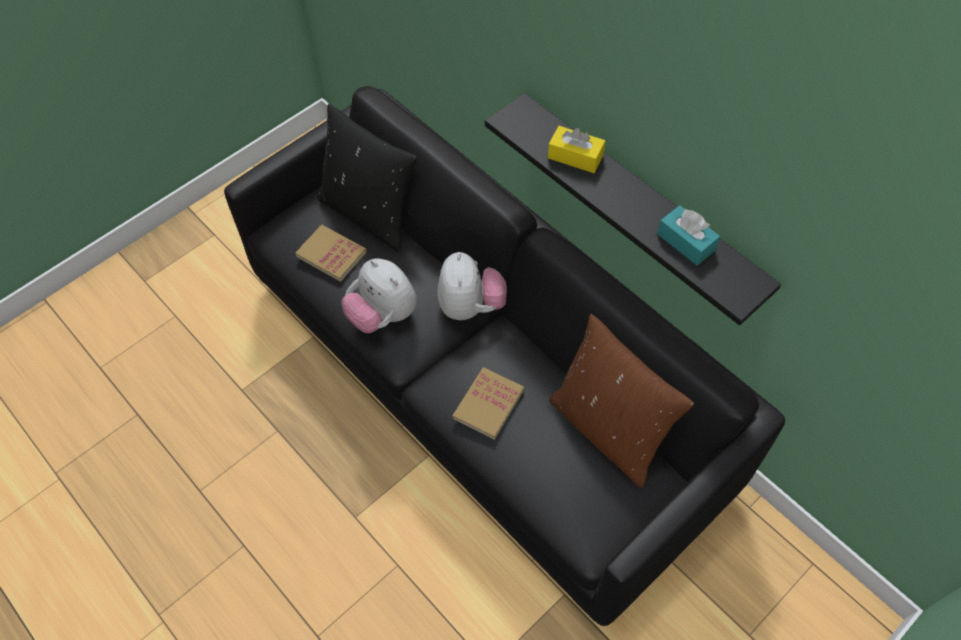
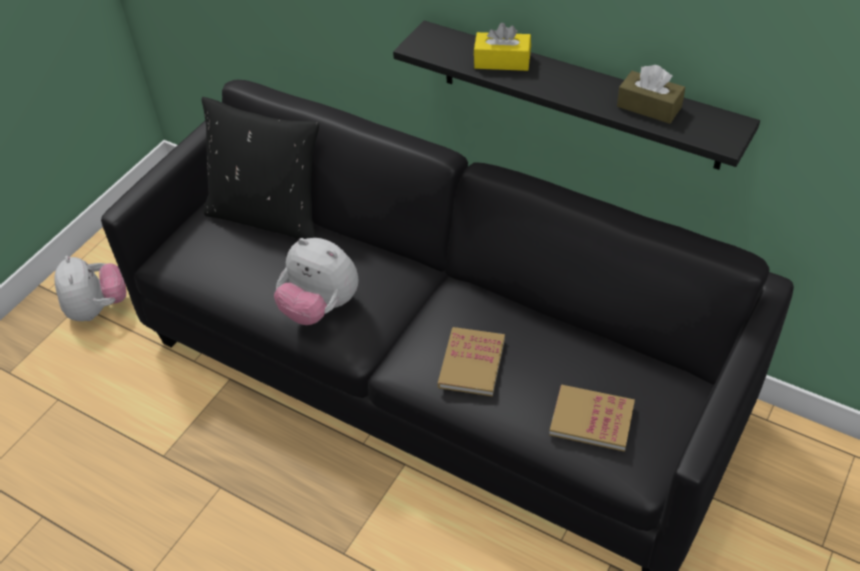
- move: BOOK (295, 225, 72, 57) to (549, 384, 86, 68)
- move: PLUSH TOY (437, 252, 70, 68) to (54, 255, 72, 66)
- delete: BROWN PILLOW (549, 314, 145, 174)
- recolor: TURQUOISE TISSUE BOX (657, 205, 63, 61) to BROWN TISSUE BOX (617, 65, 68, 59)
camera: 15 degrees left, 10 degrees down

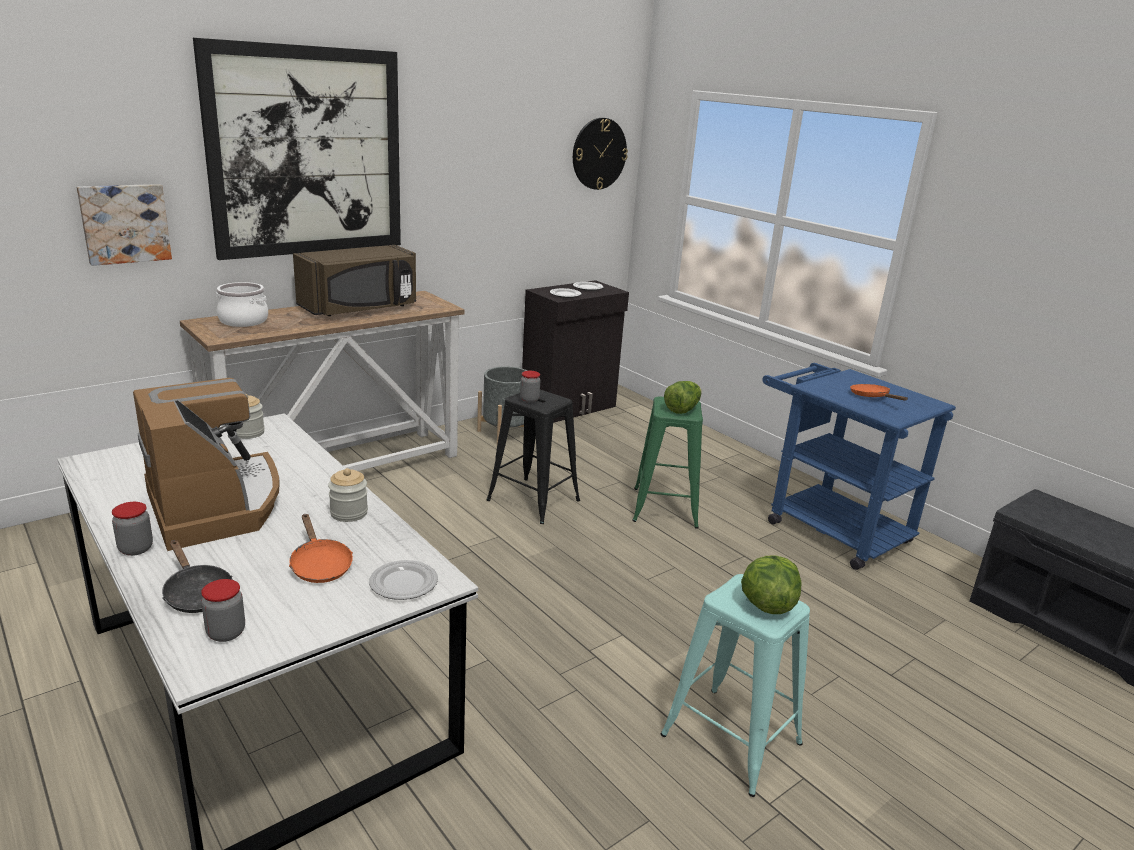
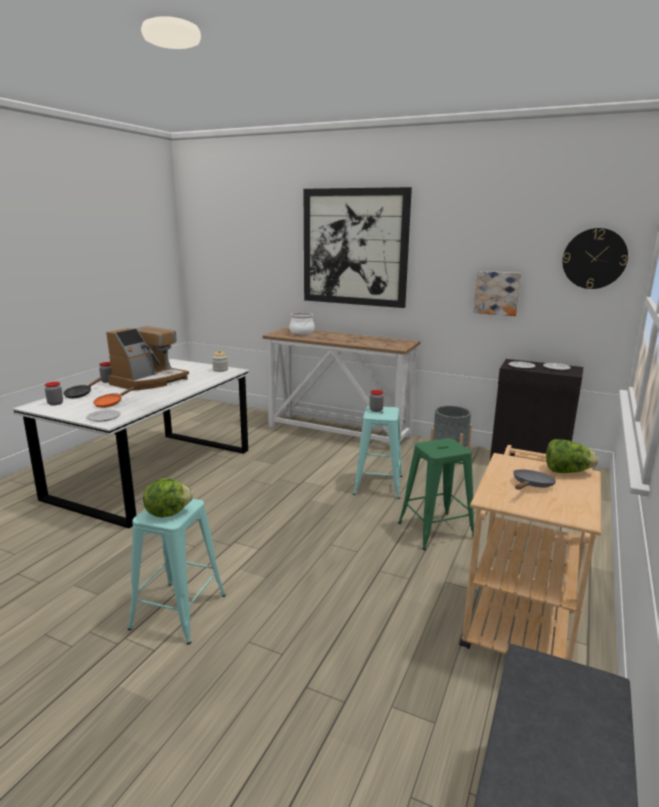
- move: PICTURE (77, 184, 95, 82) to (473, 271, 48, 45)
- delete: BROWN MICROWAVE (293, 245, 123, 71)
- delete: JAR (328, 468, 40, 54)
- recolor: BLACK STOOL (486, 390, 94, 134) to TURQUOISE STOOL (353, 406, 49, 93)
- move: LETTUCE (664, 381, 38, 33) to (546, 439, 52, 34)
- recolor: BLUE CART (763, 363, 193, 207) to BEIGE CART (459, 445, 142, 216)
- recolor: ORANGE FRYING PAN (850, 384, 58, 17) to GREY FRYING PAN (513, 469, 43, 21)
camera: 65 degrees right, 5 degrees down

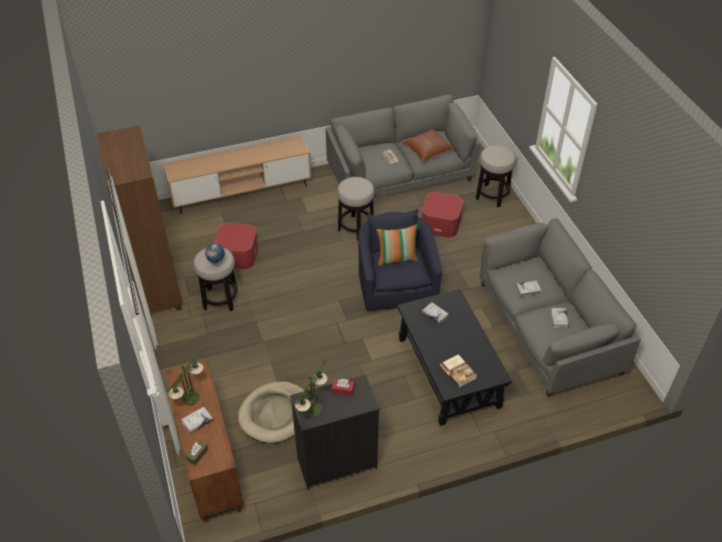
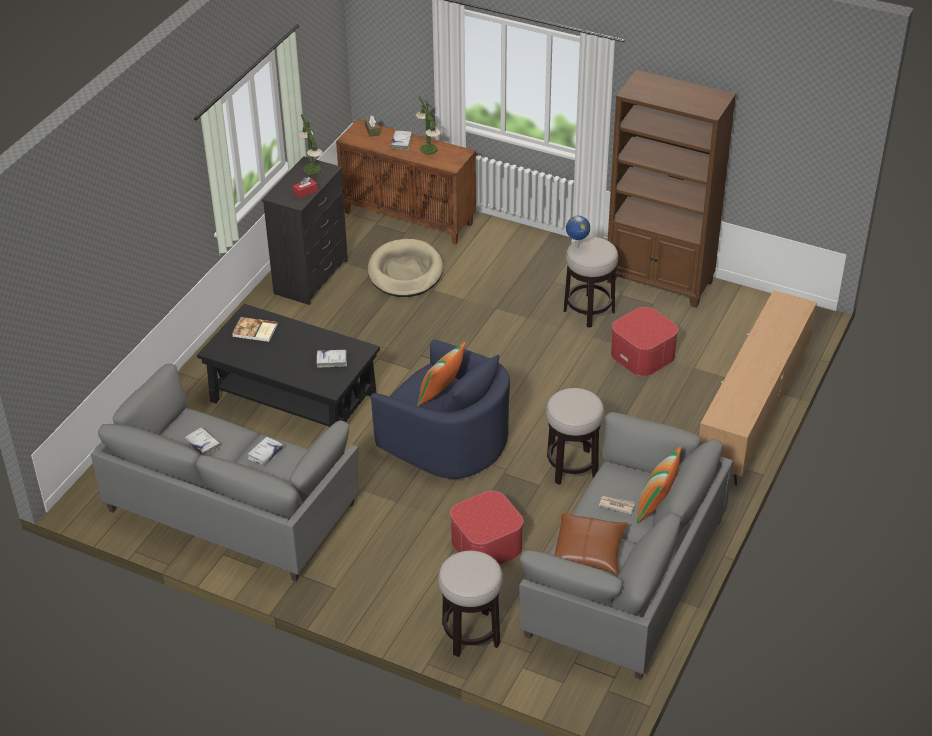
- insert: PILLOW (637, 447, 44, 76)
camera: 135 degrees right, 5 degrees down

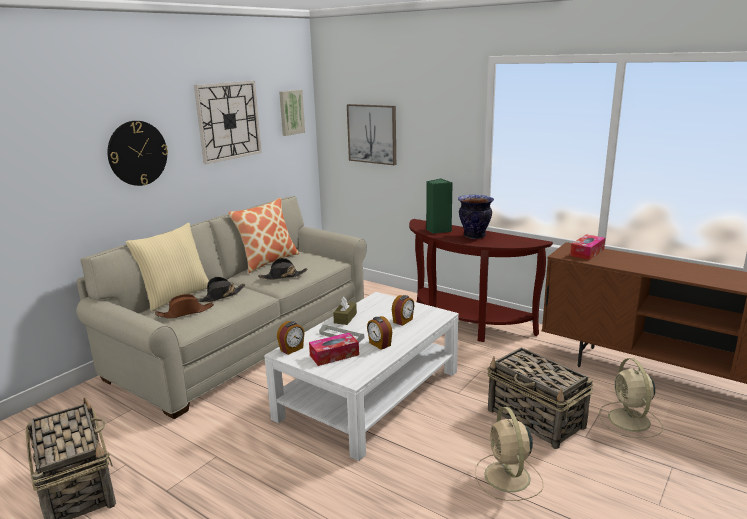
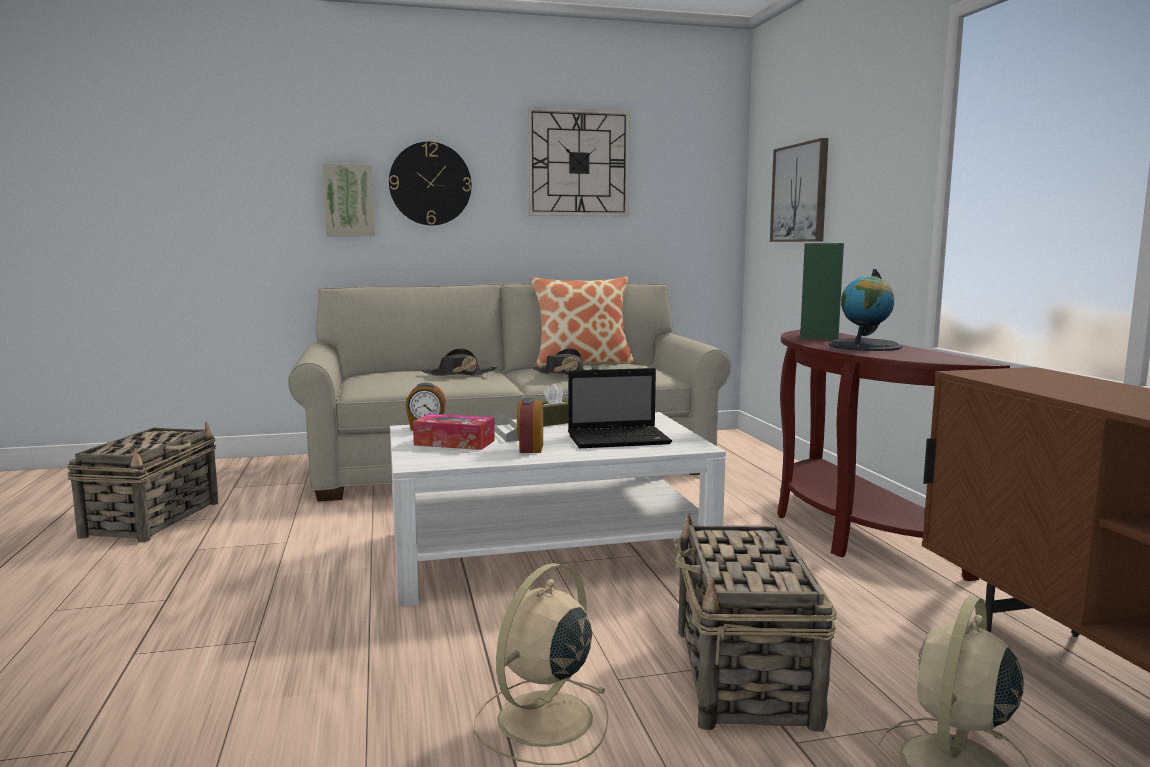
- delete: BEIGE PILLOW (126, 223, 83, 88)
- delete: BROWN HAT (155, 294, 59, 24)
- move: PICTURE (279, 90, 26, 46) to (322, 163, 53, 73)
- replace: ALARM CLOCK (392, 295, 22, 31) to LAPTOP (568, 368, 104, 80)
- replace: VASE (458, 195, 36, 44) to GLOBE (828, 269, 74, 82)
- delete: TISSUE BOX (570, 234, 35, 26)
camera: 40 degrees right, 10 degrees down

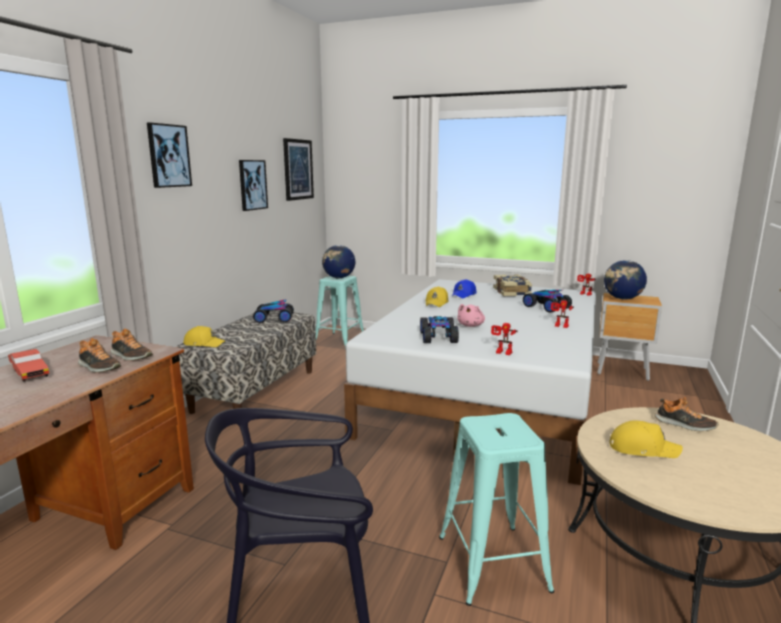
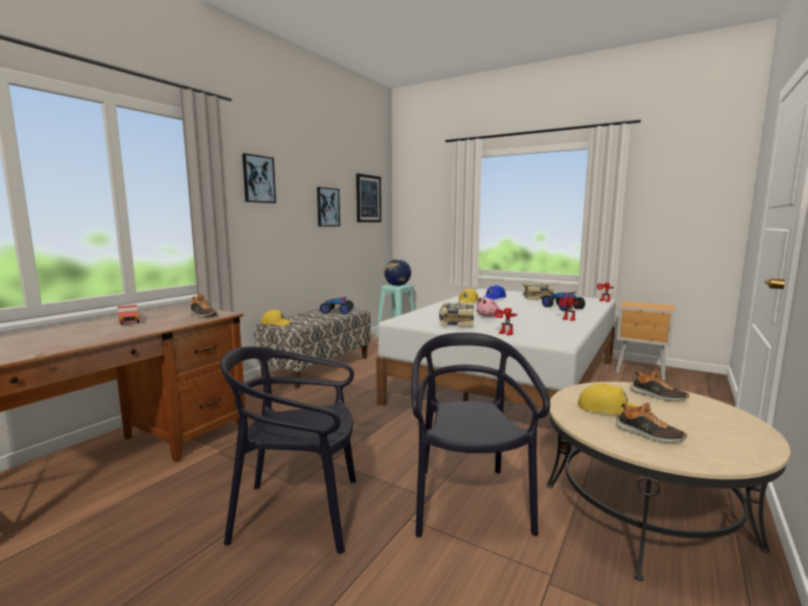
- move: SHOE (78, 338, 43, 34) to (616, 403, 71, 40)
- replace: TOY CAR (420, 316, 39, 27) to BOOK (439, 302, 35, 25)
- replace: TURQUOISE STOOL (439, 413, 115, 193) to BLACK CHAIR (411, 333, 139, 204)
- delete: GLOBE (604, 260, 43, 39)
camera: 10 degrees right, 5 degrees down

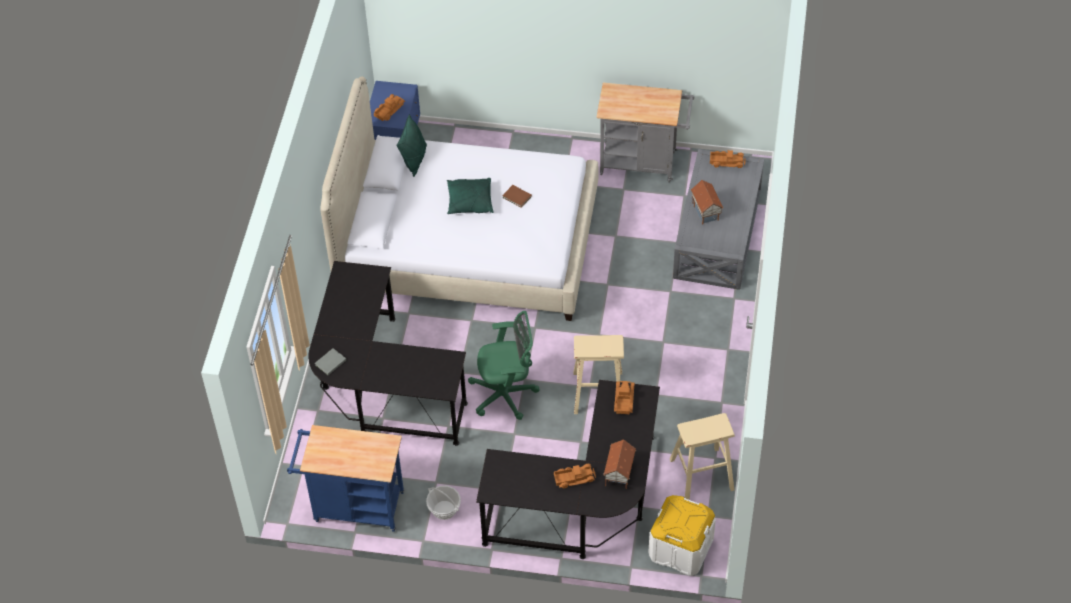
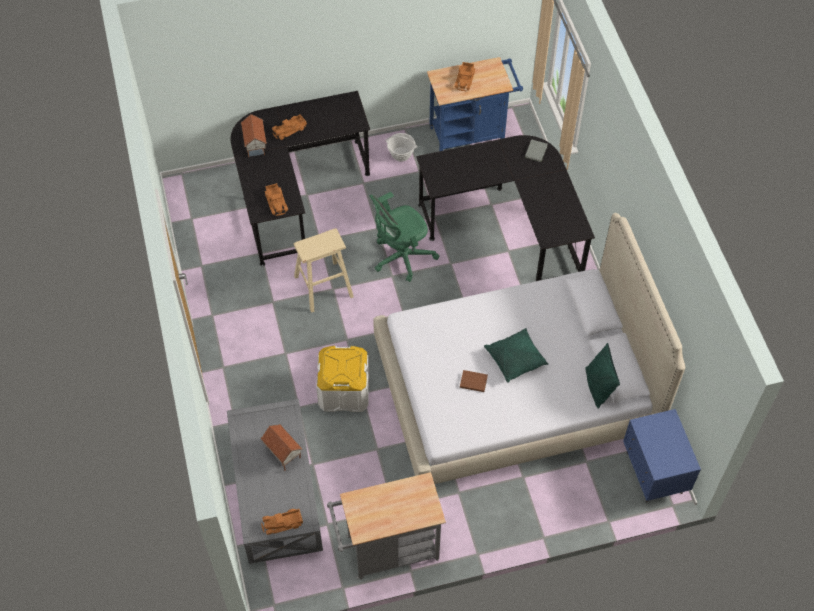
- move: TOY TRUCK (374, 94, 31, 27) to (454, 62, 21, 29)
- move: WHITE STORAGE BOX (648, 495, 68, 81) to (316, 346, 53, 66)
- delete: BEIGE STOOL (670, 413, 65, 87)
camera: 155 degrees right, 5 degrees up

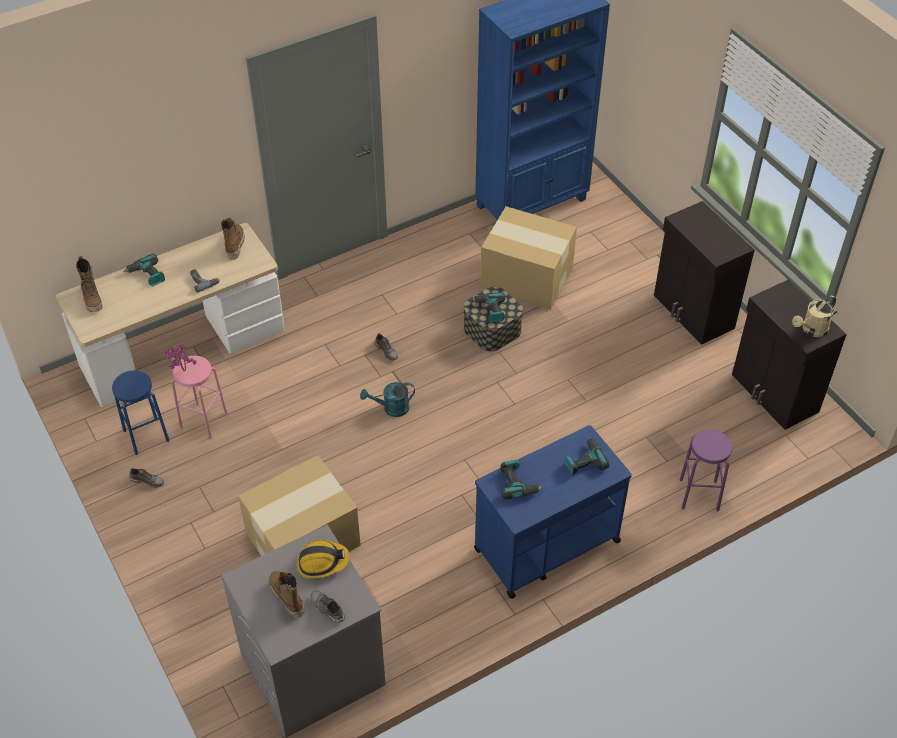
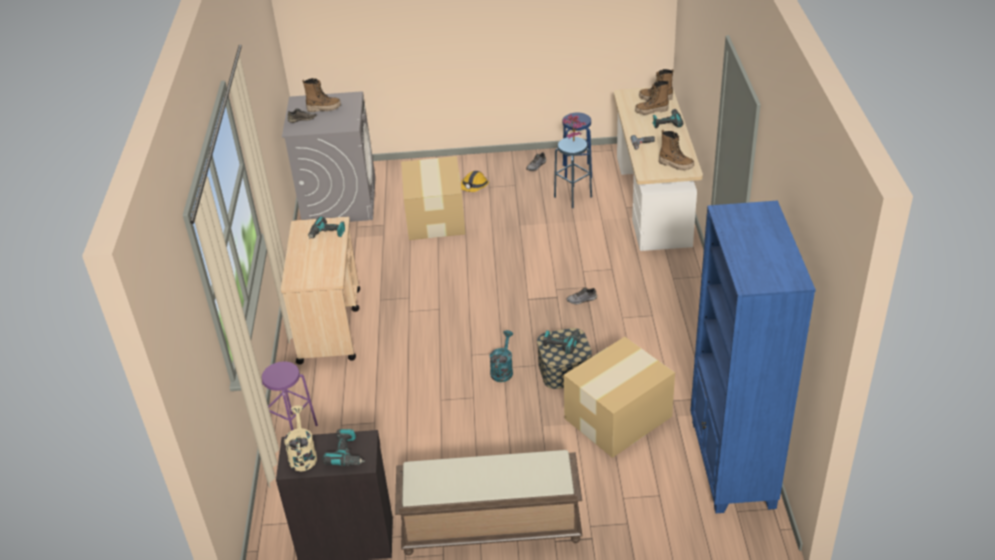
- recolor: PINK STOOL (171, 356, 56, 83) to BLUE STOOL (554, 137, 38, 71)
- move: HARD HAT (297, 540, 52, 39) to (461, 171, 28, 21)
- move: TURQUOISE WATERING CAN (360, 382, 55, 35) to (490, 330, 23, 52)
- recolor: BLUE CART (474, 425, 158, 174) to BEIGE CART (281, 217, 79, 147)
- move: POWER DRILL (565, 436, 45, 39) to (323, 429, 42, 37)
- replace: BLACK CABINET (654, 201, 101, 144) to BROWN BENCH (395, 450, 187, 105)
- insert: BOOT (635, 80, 35, 35)
camera: 120 degrees right, 10 degrees down

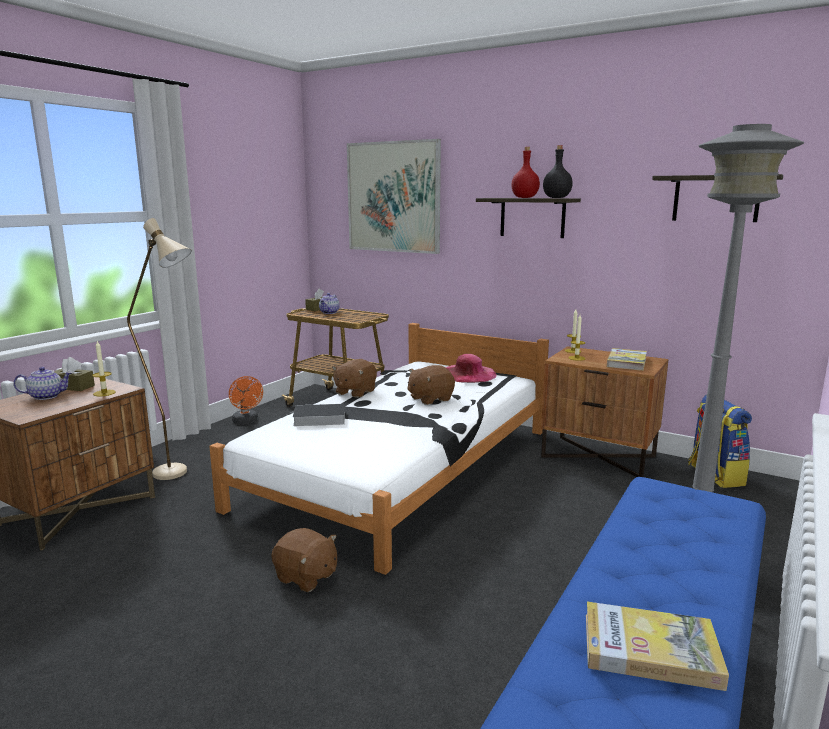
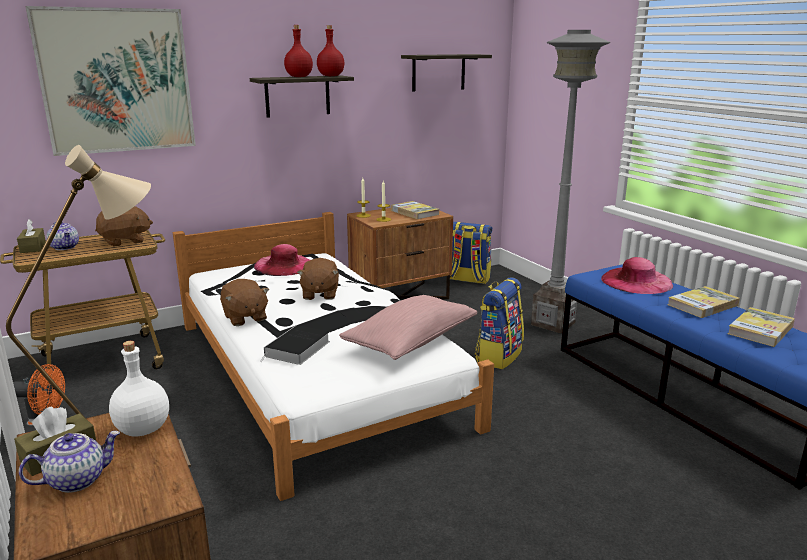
- rotate: TEAPOT (13, 367, 60, 33) = (19, 431, 101, 62) 45 degrees clockwise
- replace: CANDLE (92, 341, 24, 56) to WHITE BOTTLE (109, 341, 60, 96)
- move: BROWN PLUSH TOY (271, 528, 66, 64) to (95, 206, 58, 41)
- recolor: BLACK BOTTLE (543, 145, 30, 53) to RED BOTTLE (317, 25, 27, 51)
- insert: PINK PILLOW (339, 295, 138, 65)
- insert: BACKPACK (475, 277, 49, 92)
- insert: PINK HAT (601, 257, 72, 37)
- insert: BOOK (667, 286, 73, 32)
camera: 60 degrees left, 5 degrees up

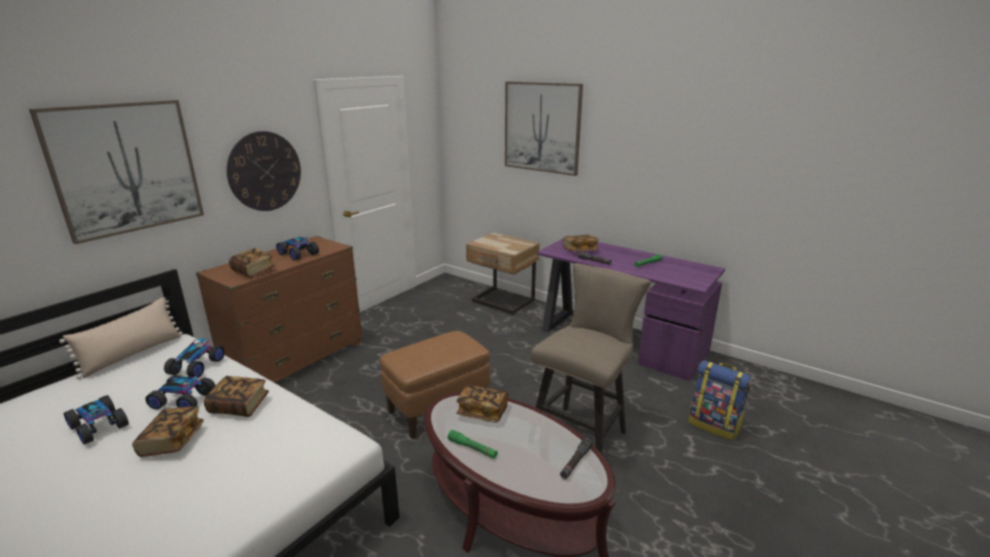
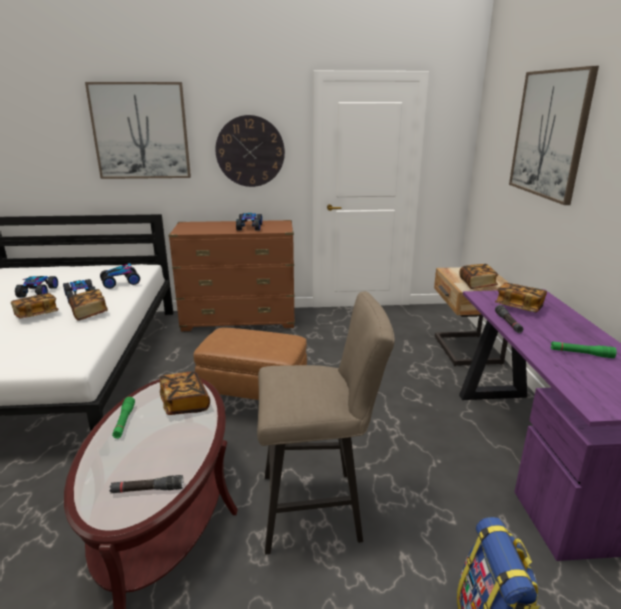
- delete: BEIGE PILLOW (59, 297, 124, 82)
- move: BOOK (229, 248, 46, 30) to (459, 264, 39, 25)
camera: 50 degrees right, 0 degrees up

